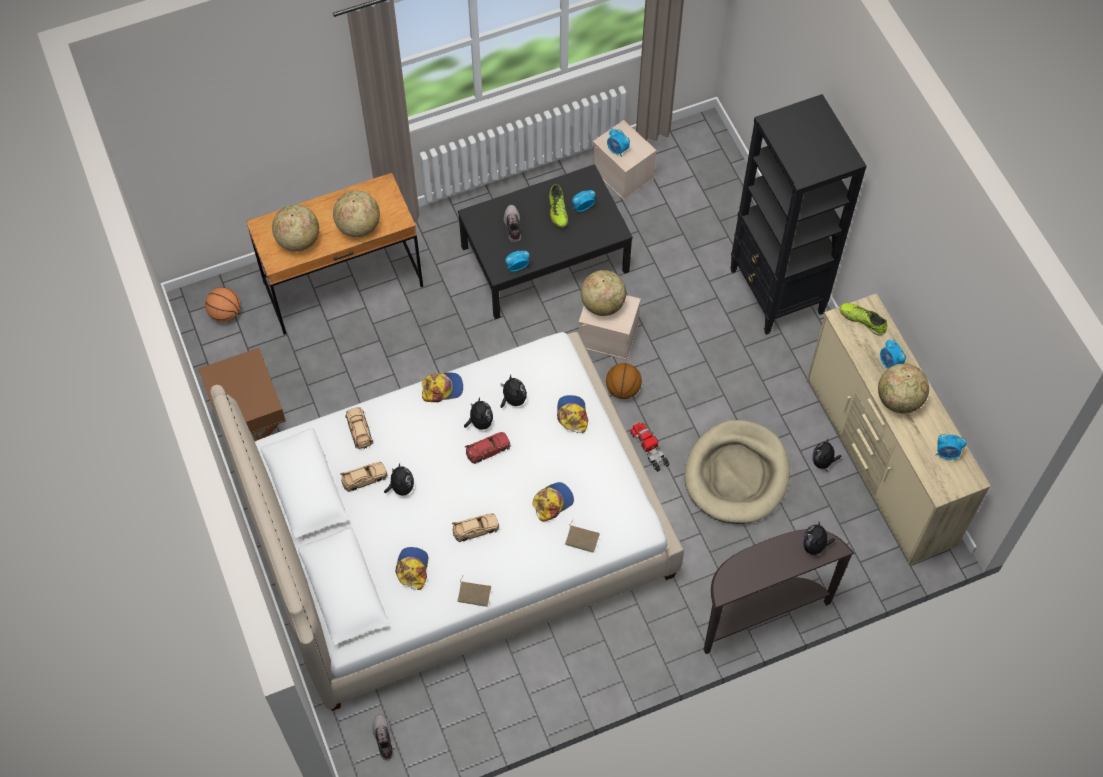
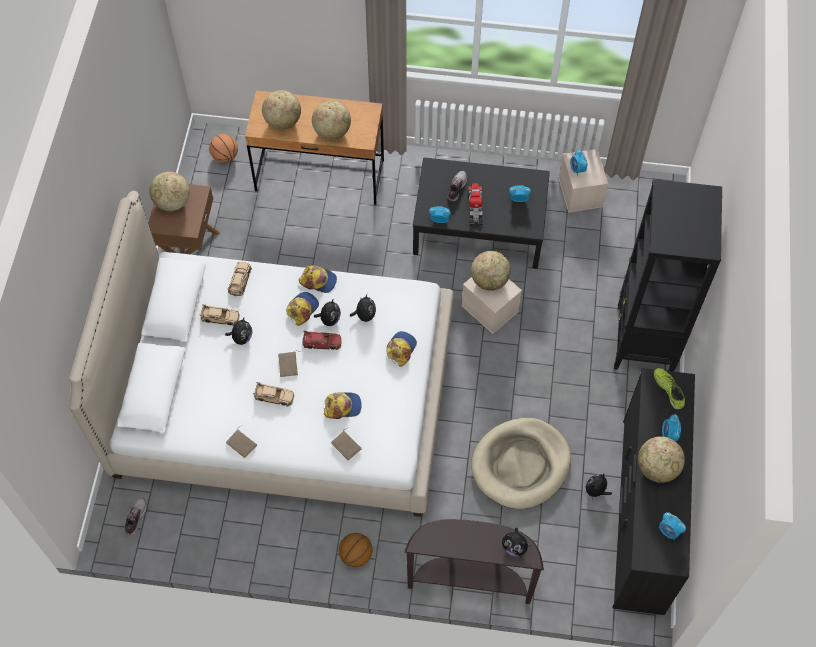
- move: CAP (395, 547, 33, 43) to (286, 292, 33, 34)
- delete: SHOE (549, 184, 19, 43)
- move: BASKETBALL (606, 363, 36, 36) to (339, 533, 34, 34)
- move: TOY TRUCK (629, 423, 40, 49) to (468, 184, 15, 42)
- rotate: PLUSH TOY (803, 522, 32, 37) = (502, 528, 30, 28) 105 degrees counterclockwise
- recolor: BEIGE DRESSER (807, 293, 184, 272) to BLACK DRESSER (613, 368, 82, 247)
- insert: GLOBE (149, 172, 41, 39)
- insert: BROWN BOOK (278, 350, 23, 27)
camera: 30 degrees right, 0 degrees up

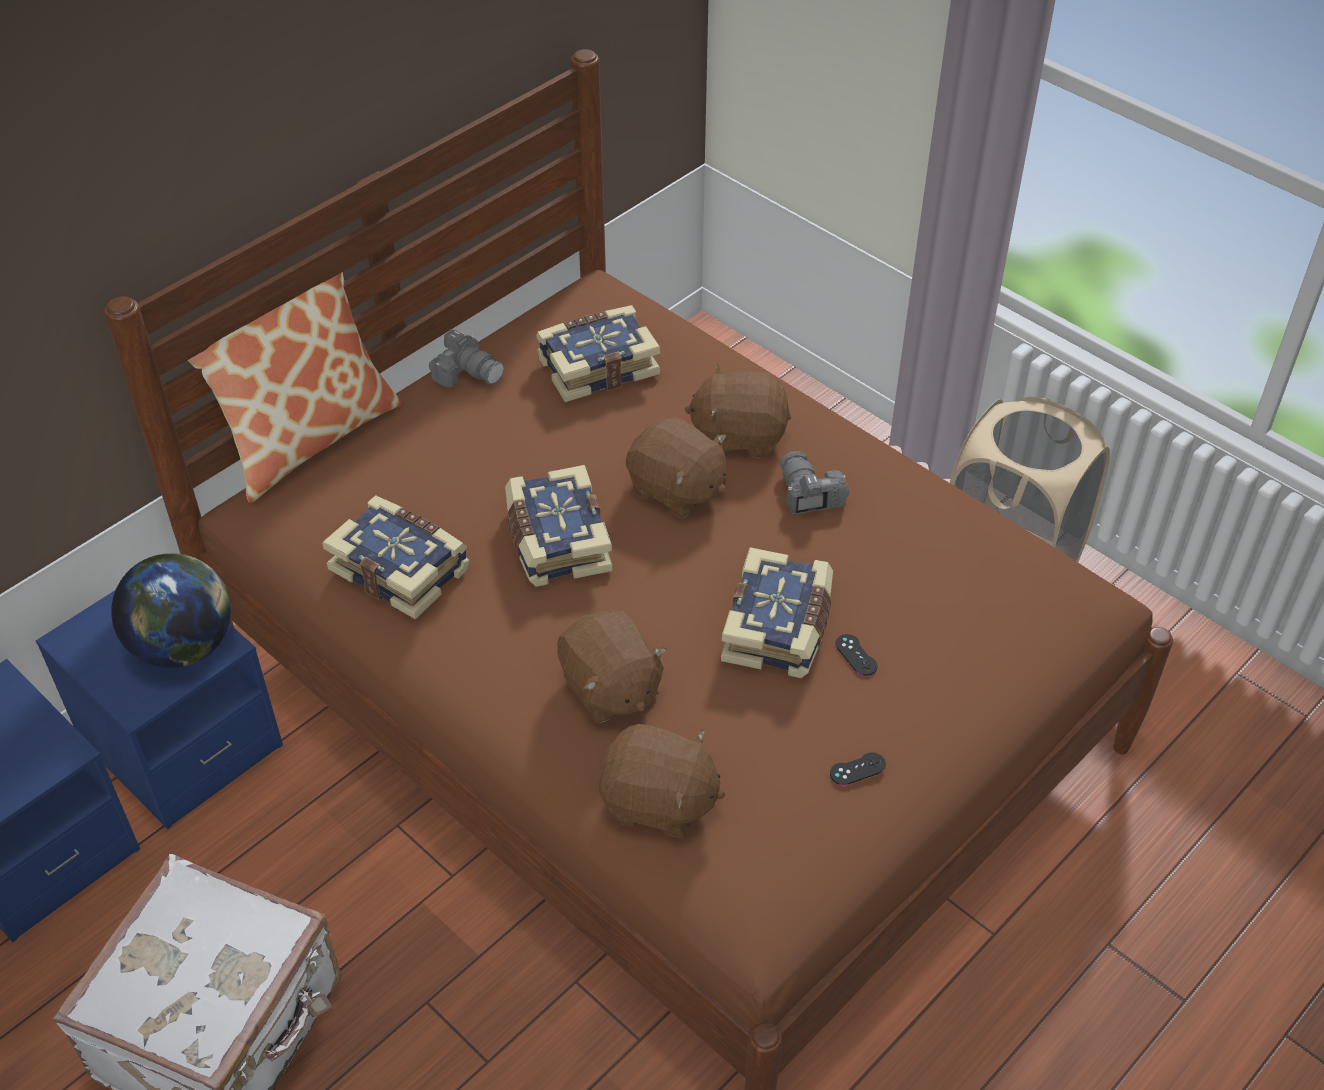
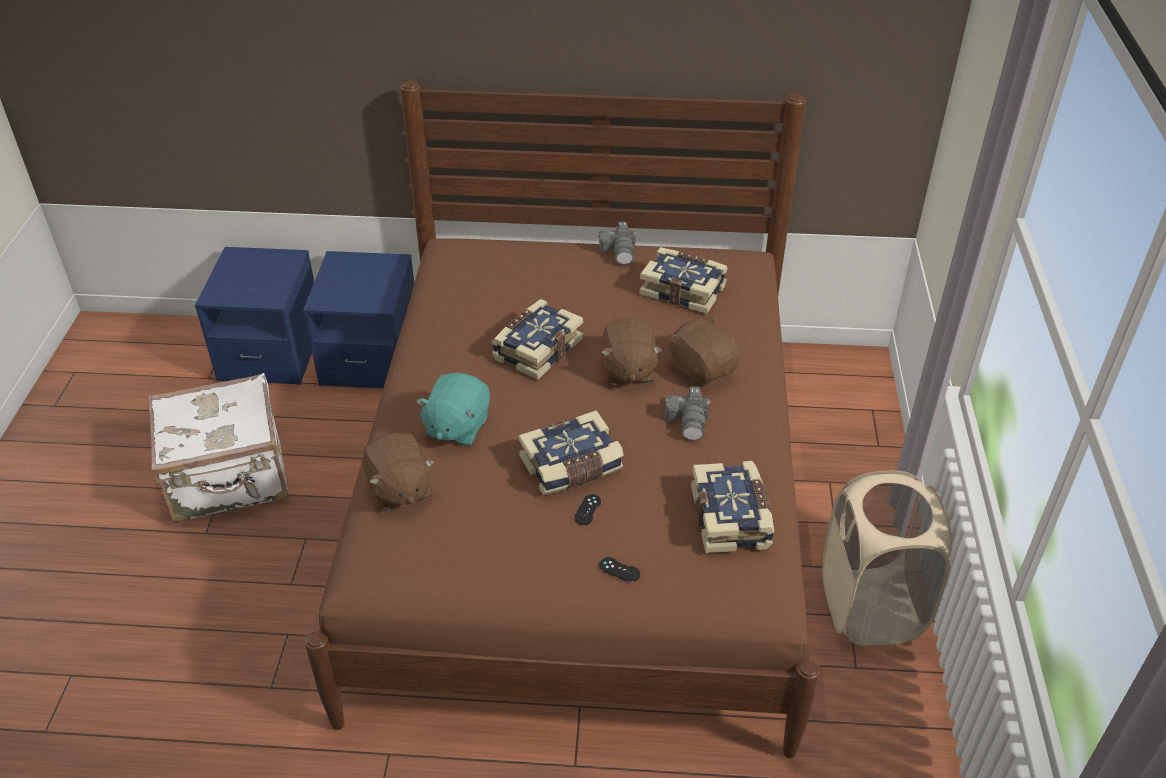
- delete: GLOBE (111, 553, 120, 115)
- delete: PILLOW (188, 272, 214, 231)
- move: BOOK (322, 495, 147, 124) to (691, 461, 83, 92)
- recolor: BROWN PLUSH TOY (557, 610, 110, 113) to TURQUOISE PLUSH TOY (416, 373, 74, 73)
- rotate: PHOTO CAMERA (779, 451, 70, 63) = (665, 386, 45, 54) 150 degrees clockwise
- move: BLACK GAME CONTROLLER (830, 752, 56, 33) to (599, 557, 41, 25)
camera: 50 degrees right, 5 degrees down

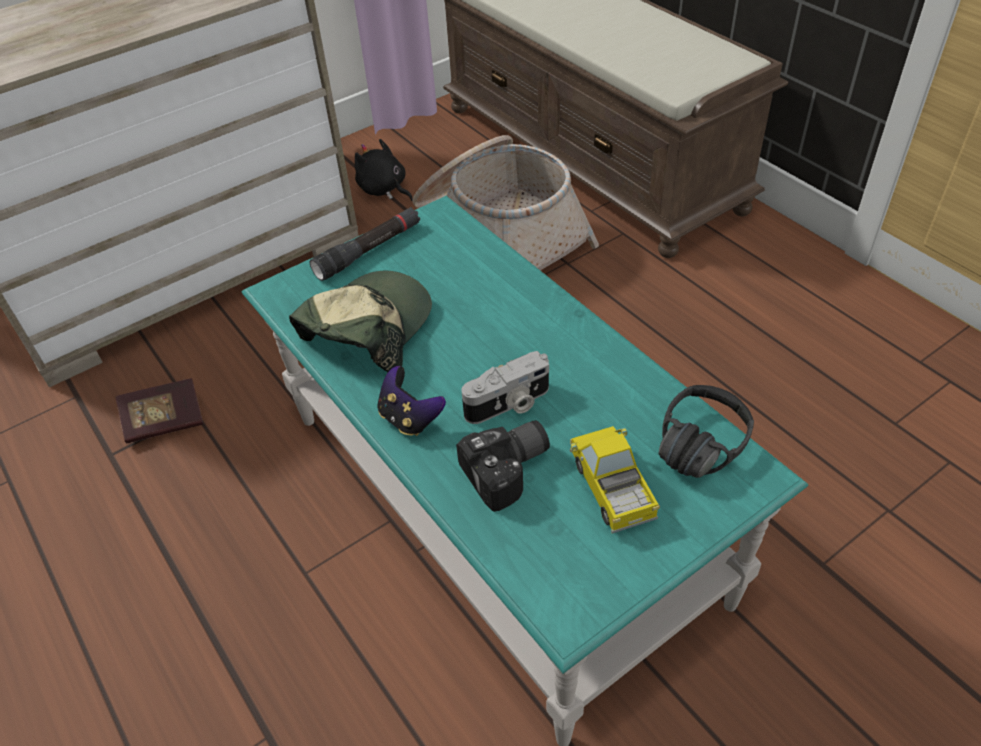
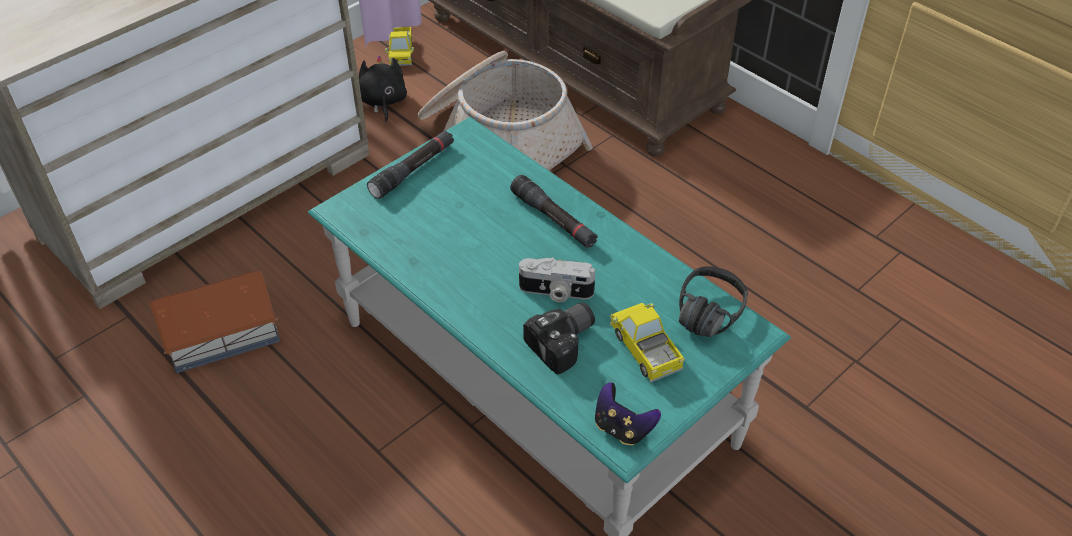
- replace: BOOK (116, 378, 87, 65) to TOY HOUSE (150, 270, 130, 103)
- delete: CAP (289, 271, 143, 101)
- rotate: BLACK PLUSH TOY (355, 139, 58, 62) = (359, 55, 48, 68) 45 degrees clockwise
- move: GAME CONTROLLER (377, 366, 69, 70) to (595, 382, 66, 63)
- rotate: PHOTO CAMERA (461, 351, 88, 73) = (519, 257, 76, 45) 45 degrees clockwise
- insert: TOY TRUCK (385, 27, 29, 39)
- insert: BLACK FLASHLIGHT (510, 175, 88, 73)
camera: 10 degrees left, 0 degrees up

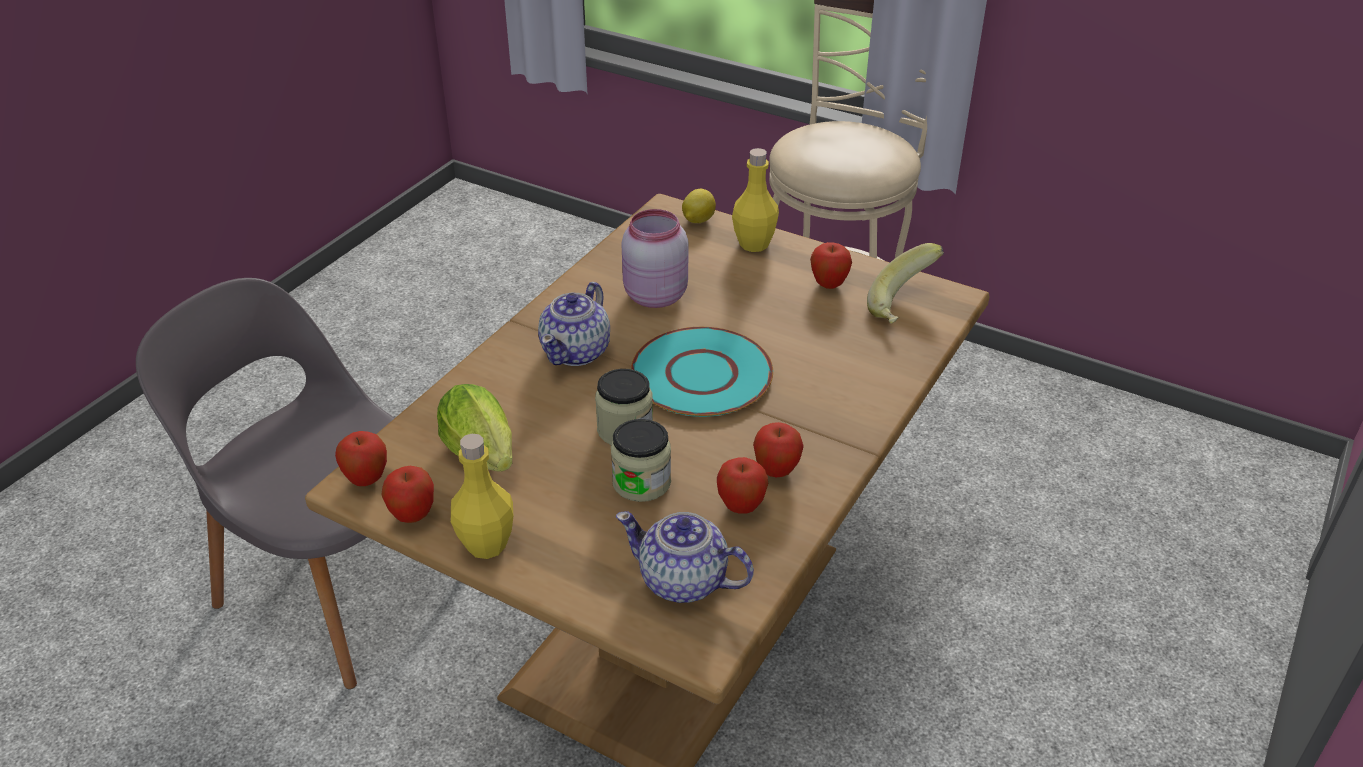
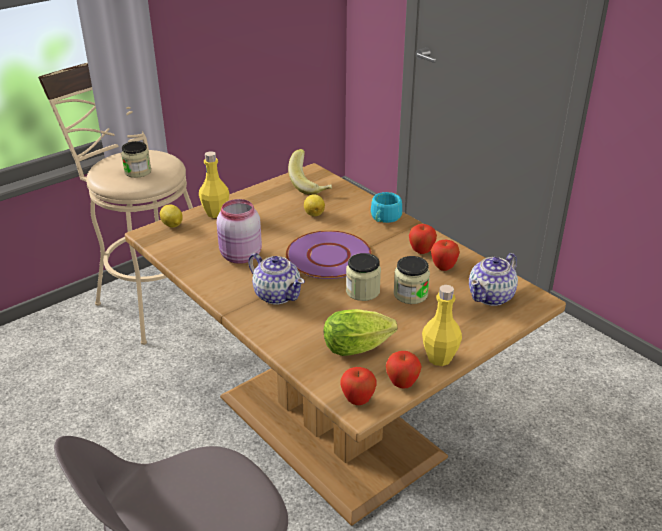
- recolor: TURQUOISE PLATE (631, 327, 142, 90) to PURPLE PLATE (286, 230, 86, 49)
- delete: APPLE (810, 242, 42, 47)
- insert: JAR (121, 141, 30, 37)
- insert: LEMON (304, 194, 21, 22)
- insert: TURQUOISE CUP (371, 192, 31, 31)
camera: 70 degrees left, 5 degrees down

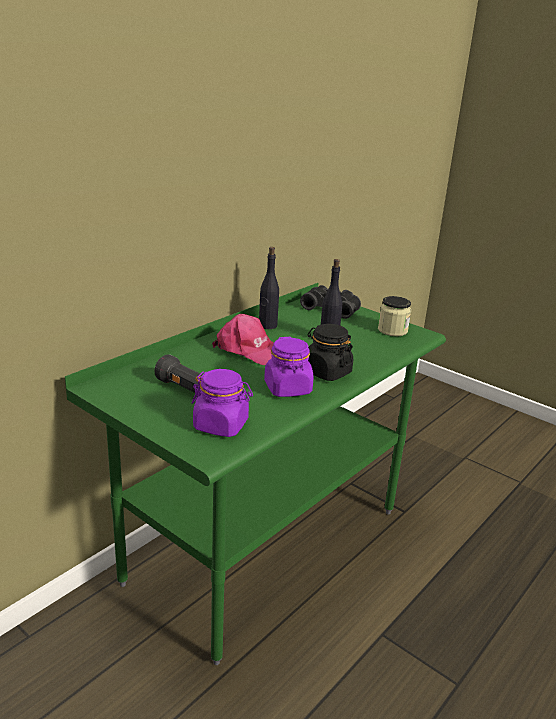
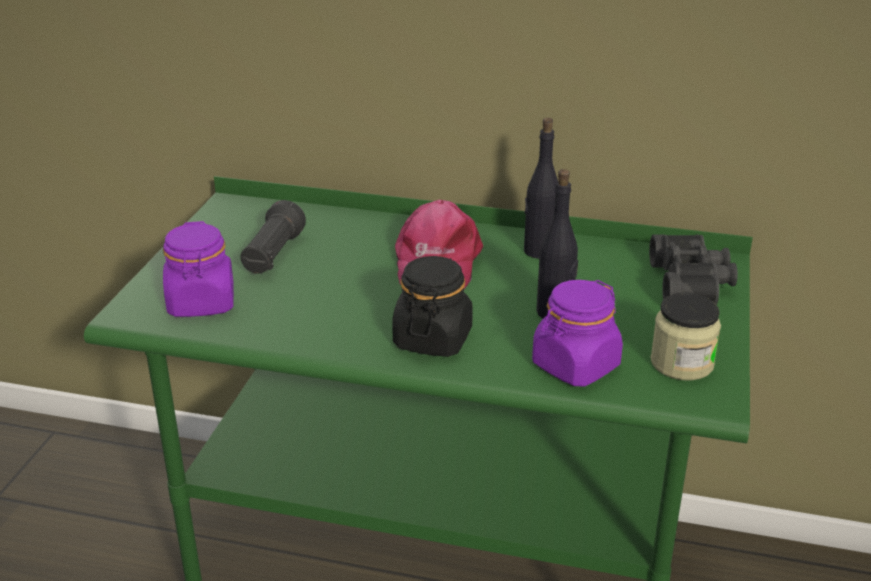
- move: PURPLE JAR (264, 337, 49, 60) to (532, 280, 91, 106)
camera: 65 degrees right, 5 degrees up

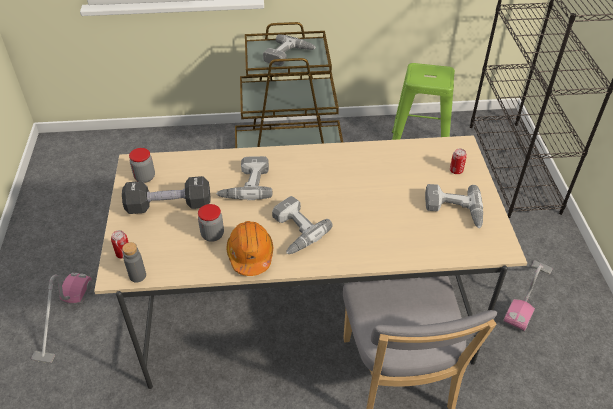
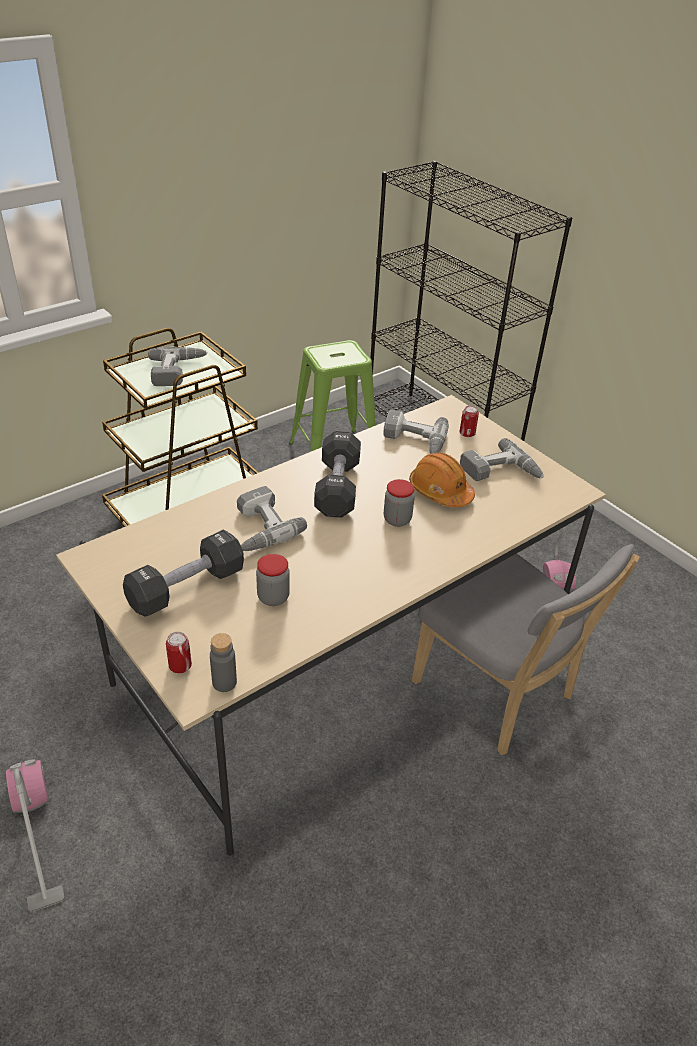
- move: JAR (129, 148, 26, 35) to (384, 479, 31, 48)
- move: ORANGE HARD HAT (227, 221, 46, 55) to (409, 452, 66, 55)
- move: POWER DRILL (272, 196, 60, 58) to (383, 410, 65, 44)
- insert: BLACK DUMBBELL (314, 431, 47, 87)
camera: 35 degrees left, 5 degrees down

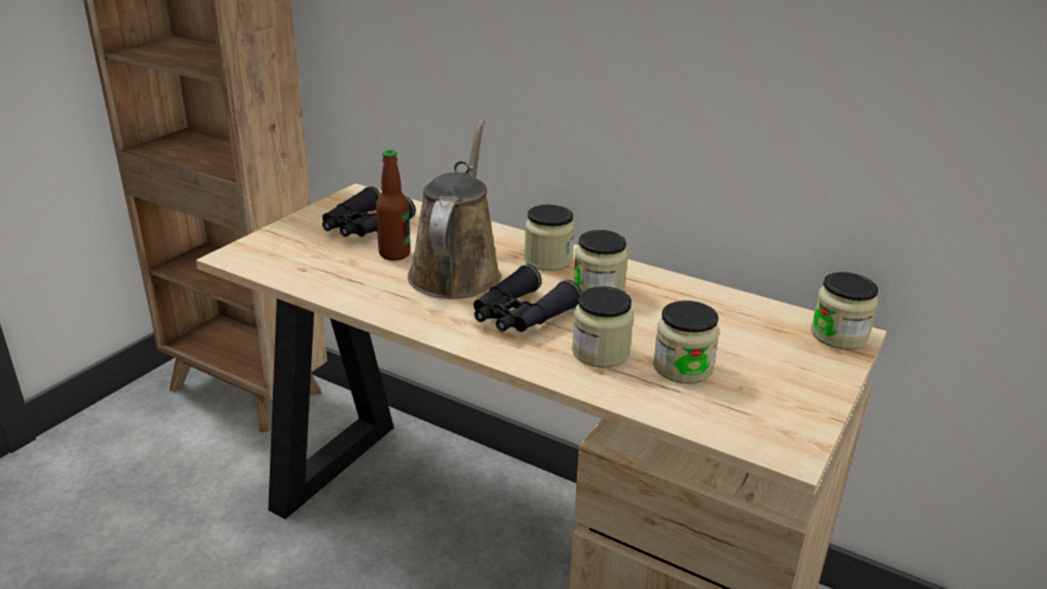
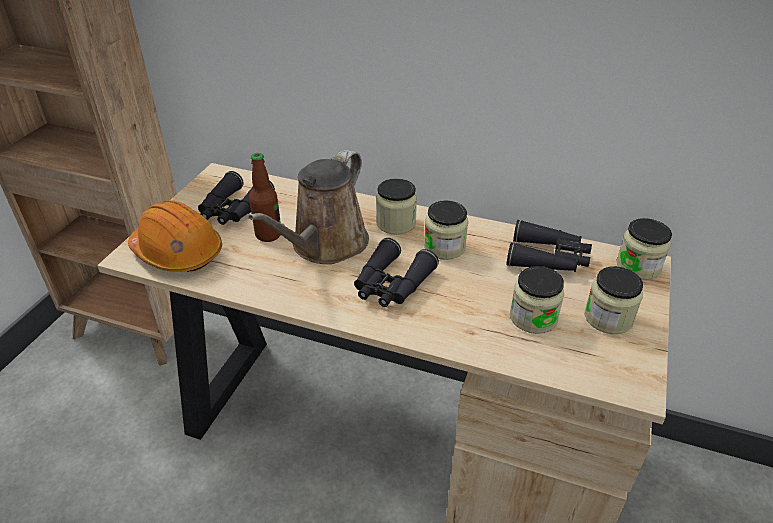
- rotate: BROWN WATERING CAN (408, 120, 93, 179) = (248, 150, 121, 114) 150 degrees counterclockwise
- move: JAR (572, 286, 62, 82) to (585, 266, 58, 68)
- insert: ORANGE HARD HAT (128, 200, 94, 72)
- insert: BLACK BINOCULARS (507, 220, 85, 52)
camera: 10 degrees left, 10 degrees up

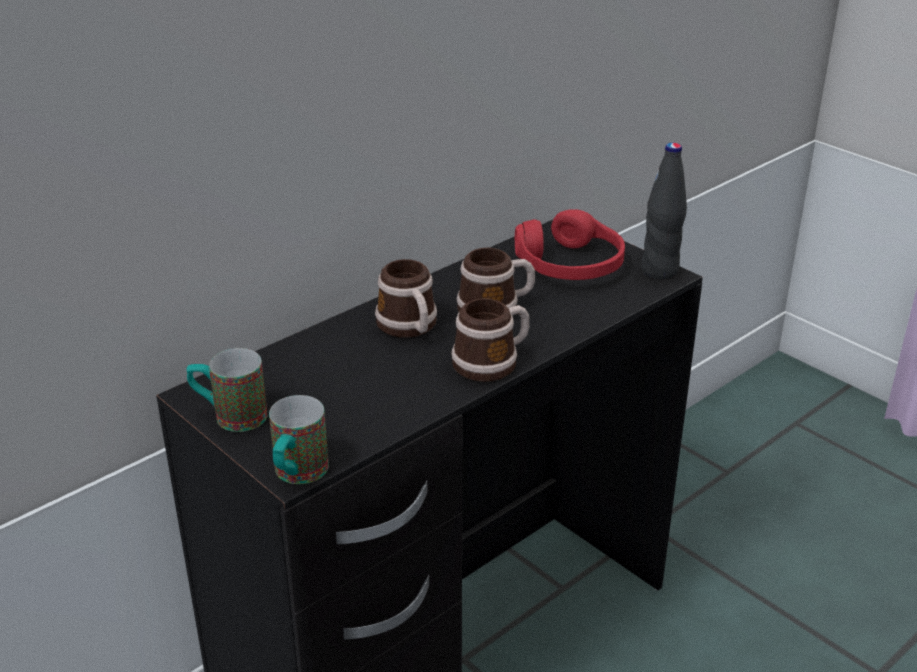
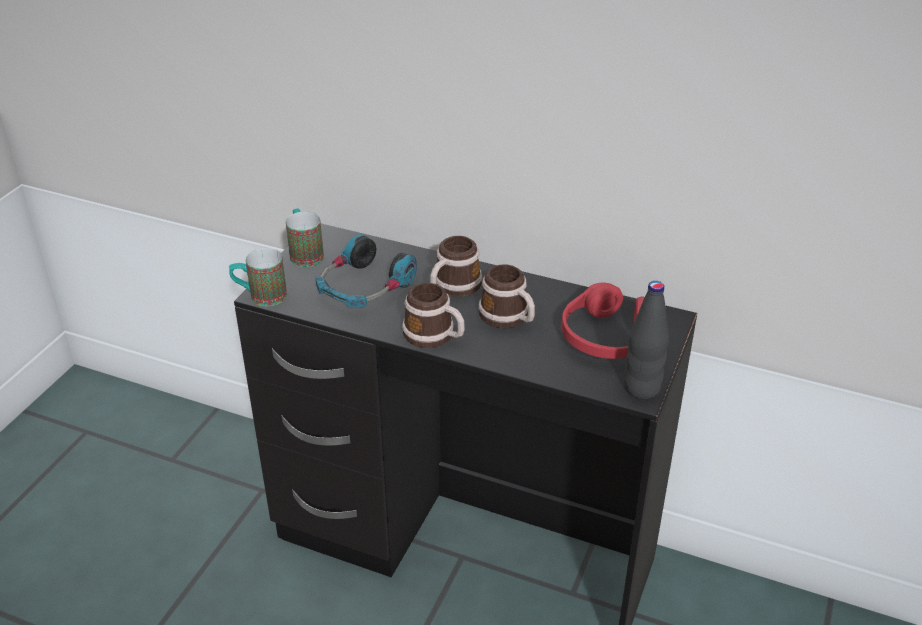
- insert: HEADPHONES (315, 234, 102, 73)
camera: 65 degrees right, 5 degrees up

